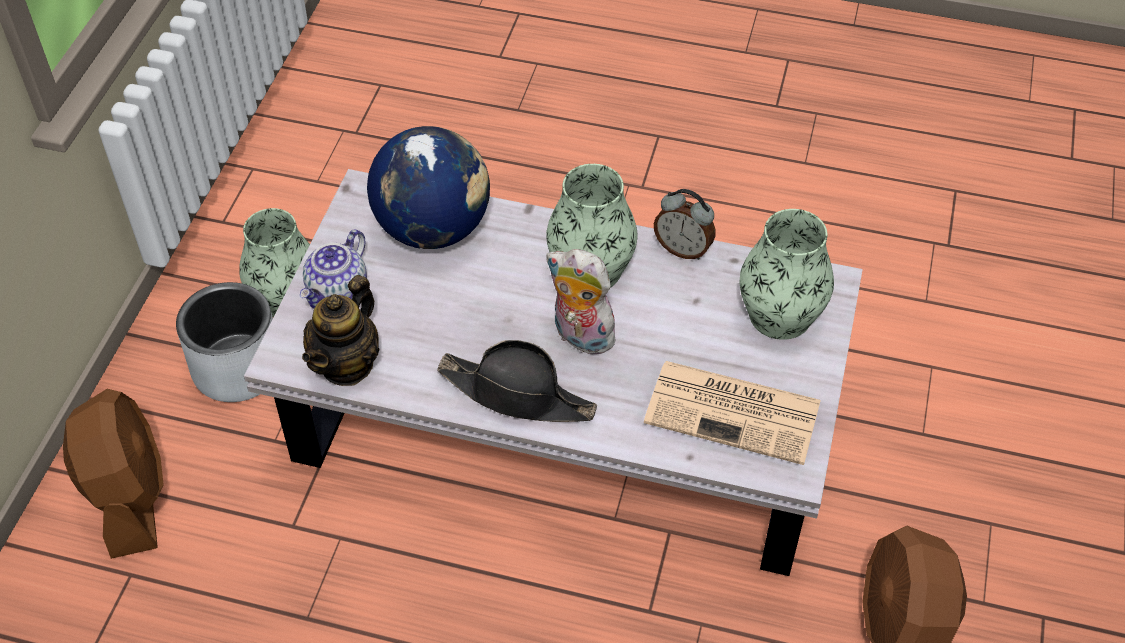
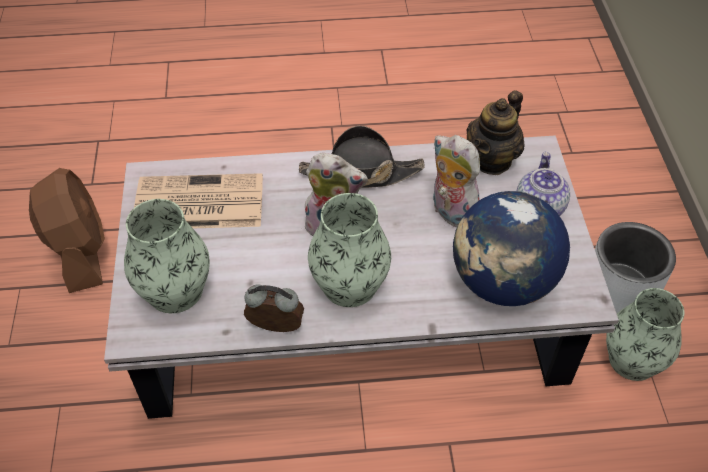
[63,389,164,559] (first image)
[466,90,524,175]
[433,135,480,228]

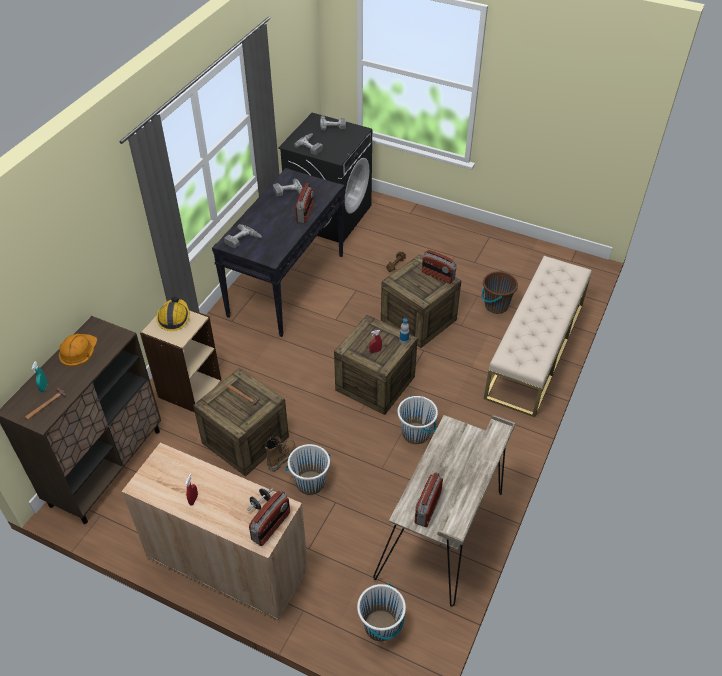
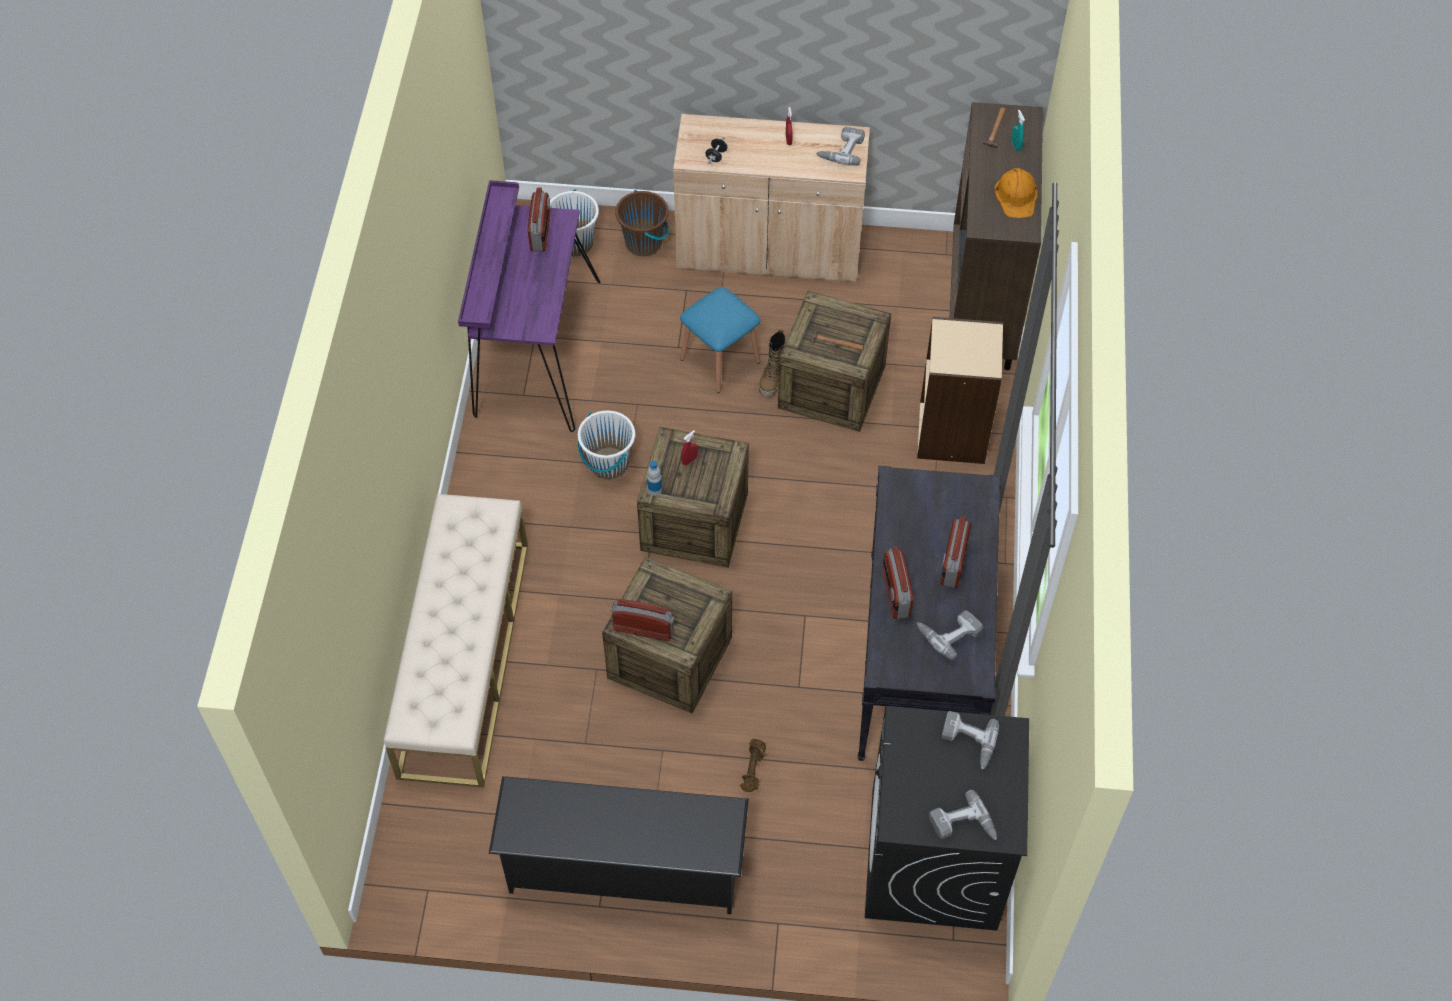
[156,297,190,331] (first image)
[816,127,865,166]
[940,516,971,588]
[680,287,760,393]
[458,180,600,432]
[615,190,669,256]
[489,776,749,914]

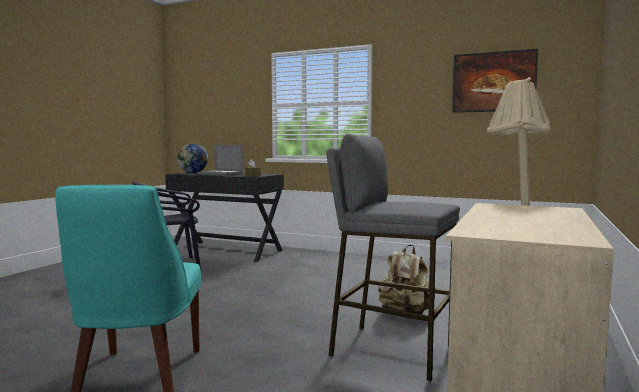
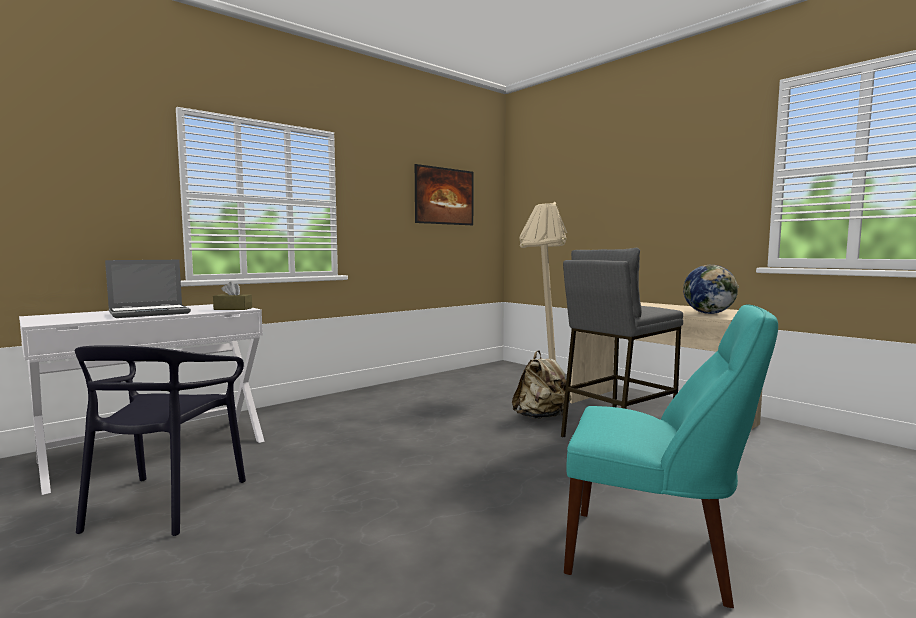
[19,304,265,495]
[683,265,739,314]

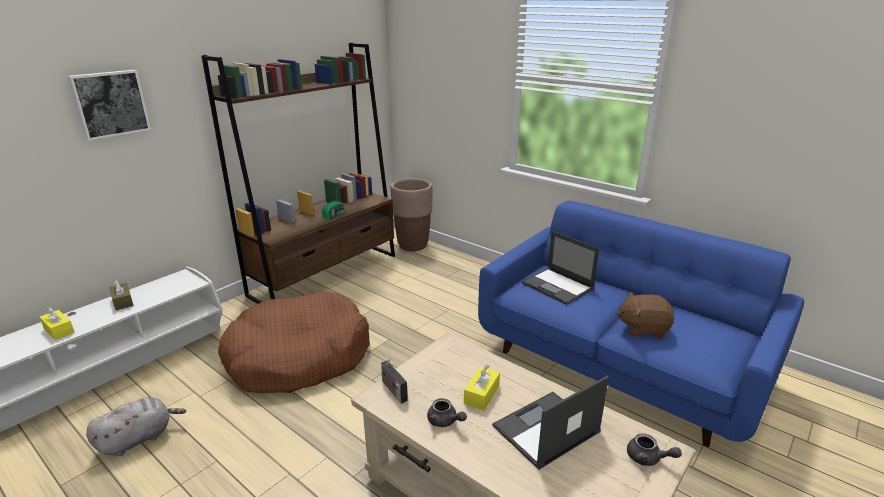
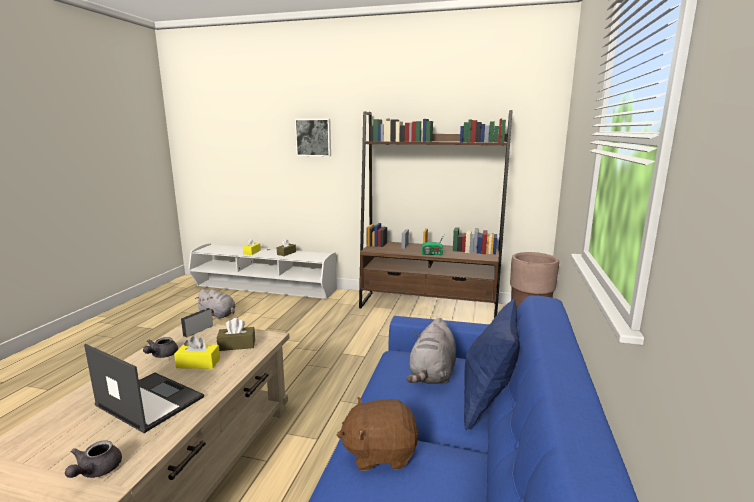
[218,291,370,393] (first image)
[406,318,456,384]
[337,397,419,471]
[217,318,255,351]
[464,298,520,430]

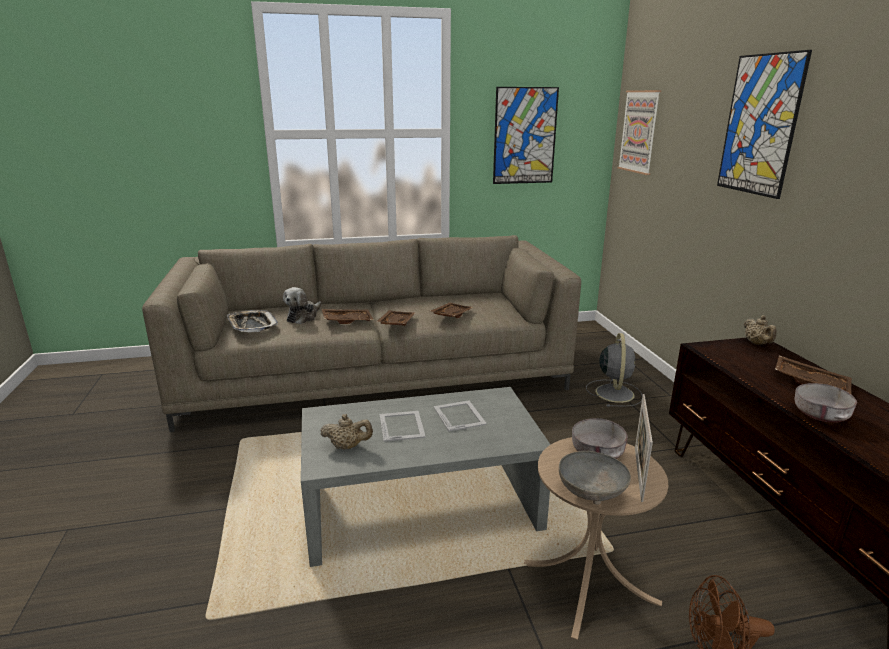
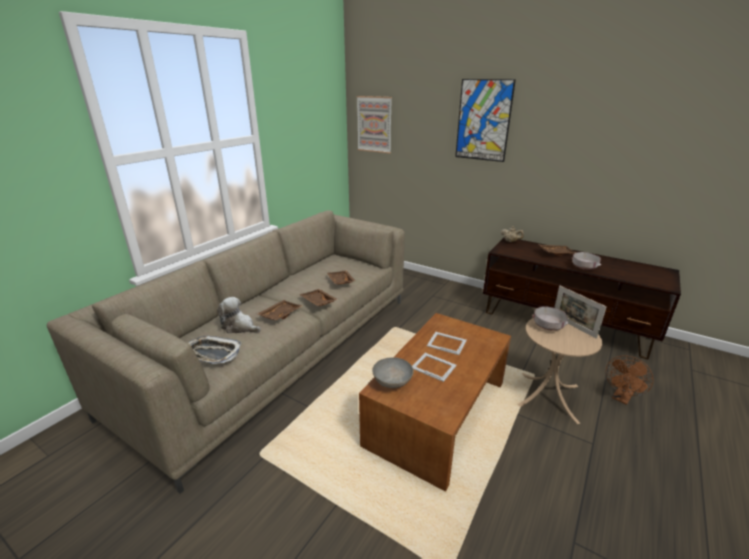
[217,297,261,334]
[359,313,511,492]
[320,414,373,449] (first image)
[493,87,559,184] (first image)
[372,357,414,388]
[586,333,642,407] (first image)

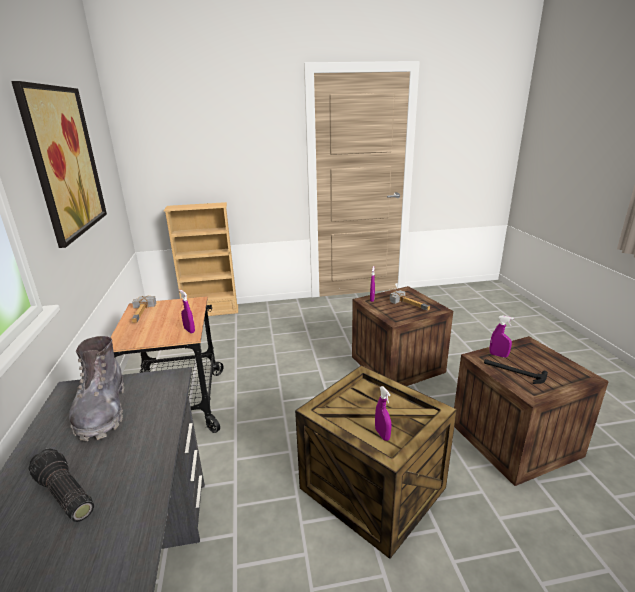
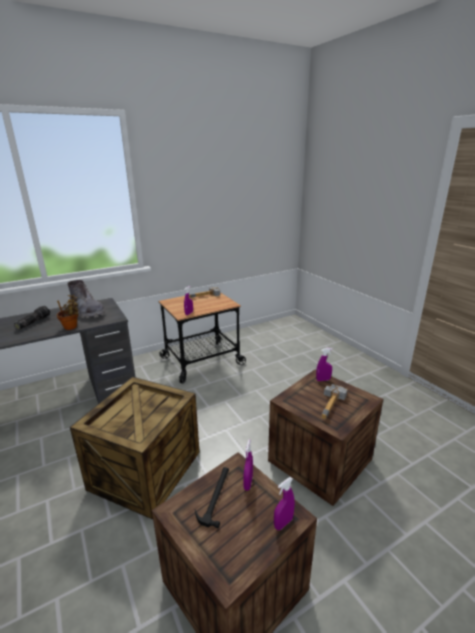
[11,81,107,248] (first image)
[67,280,105,318]
[164,202,238,316] (first image)
[274,477,295,530]
[57,294,79,330]

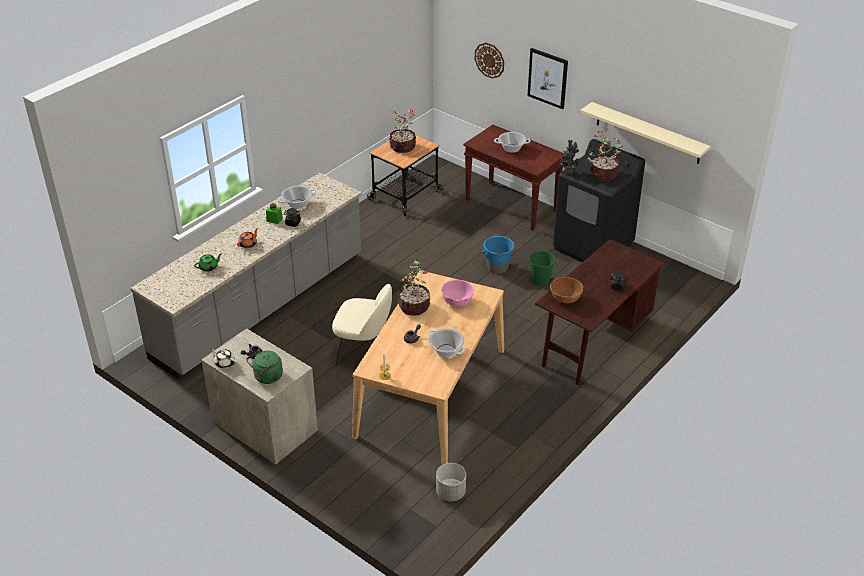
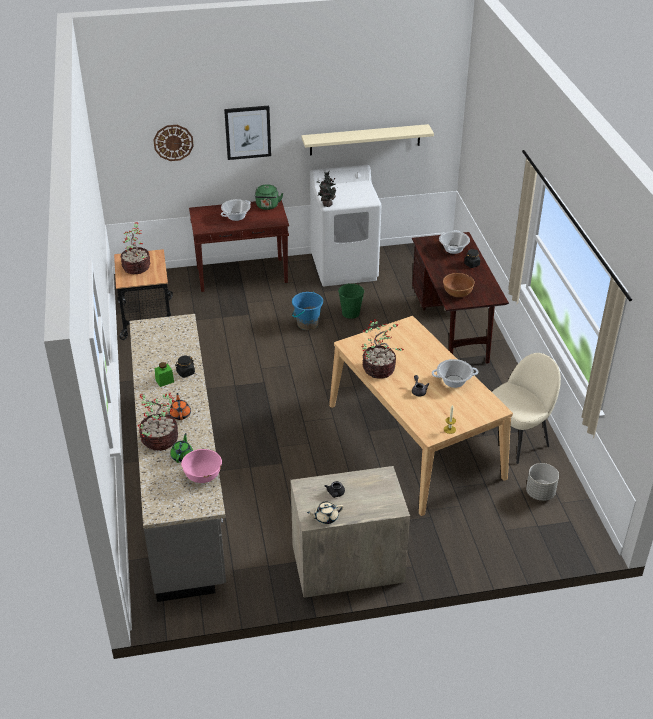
[255,184,283,210]
[439,230,470,254]
[482,353,561,464]
[181,449,222,483]
[310,165,381,286]
[138,392,178,451]

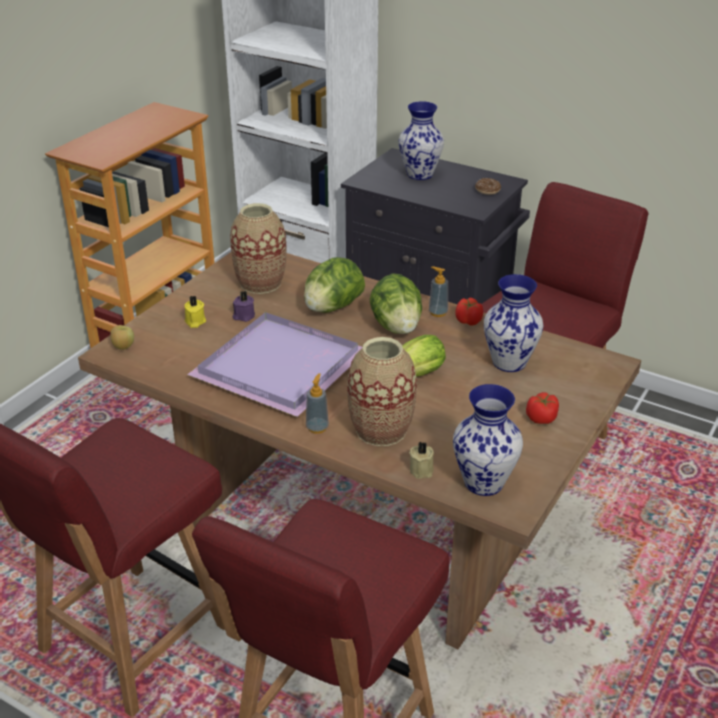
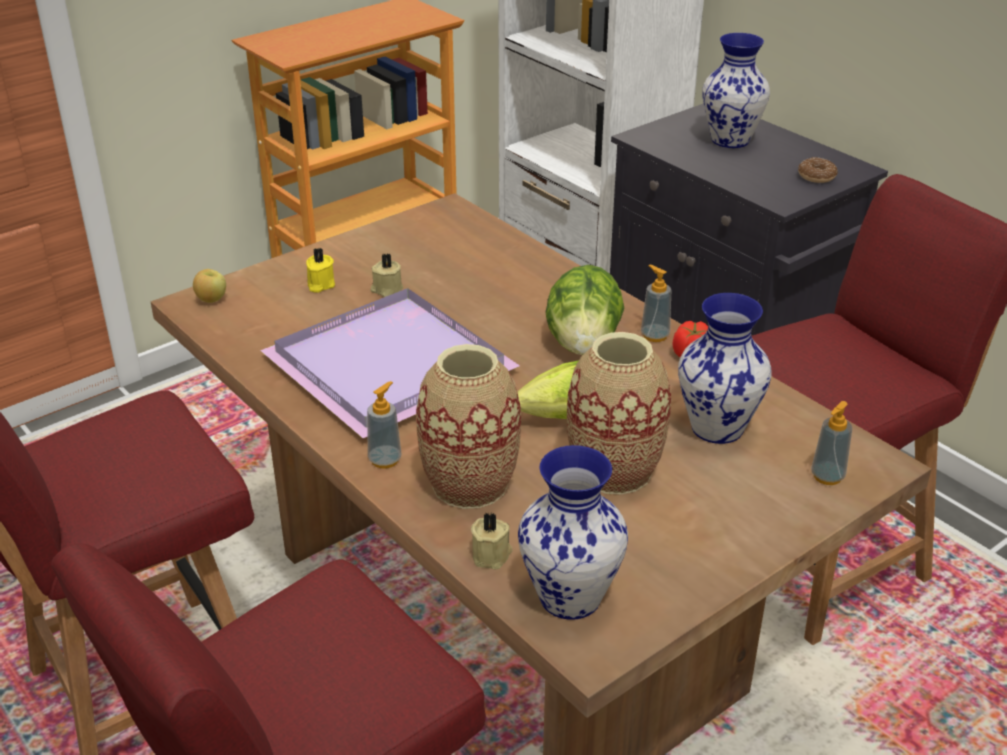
[567,332,671,495]
[370,253,403,297]
[304,257,365,313] (first image)
[526,392,559,424] (first image)
[811,401,852,485]

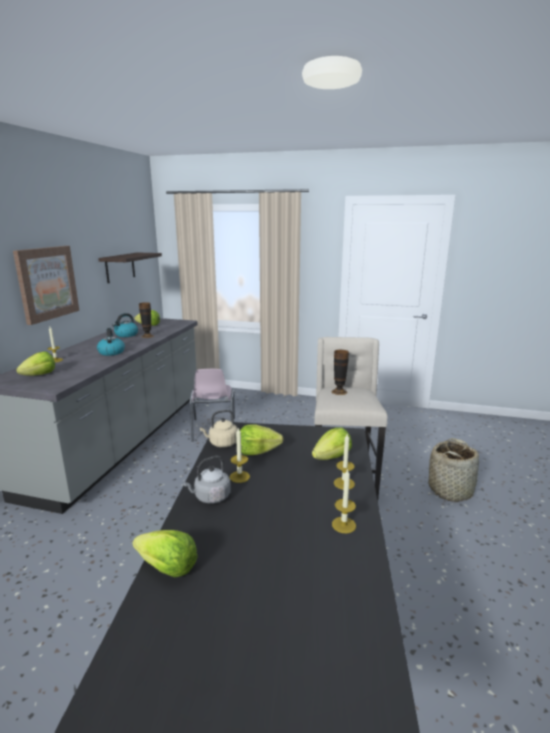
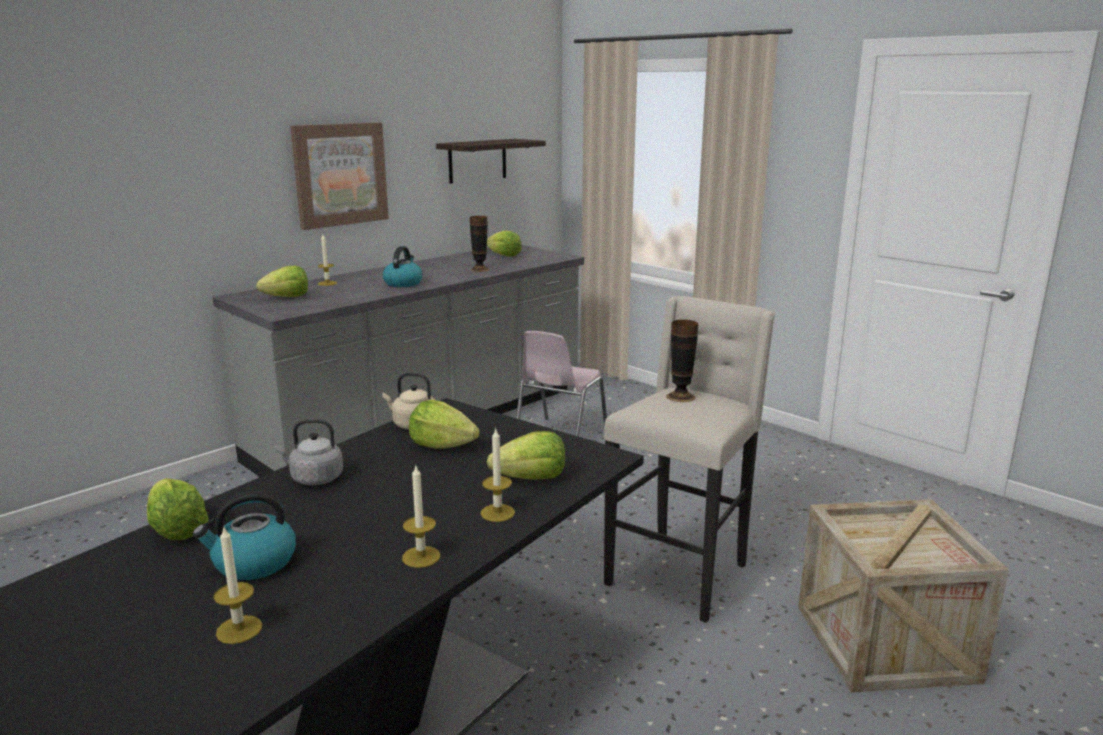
[193,491,296,580]
[213,525,262,644]
[798,499,1009,693]

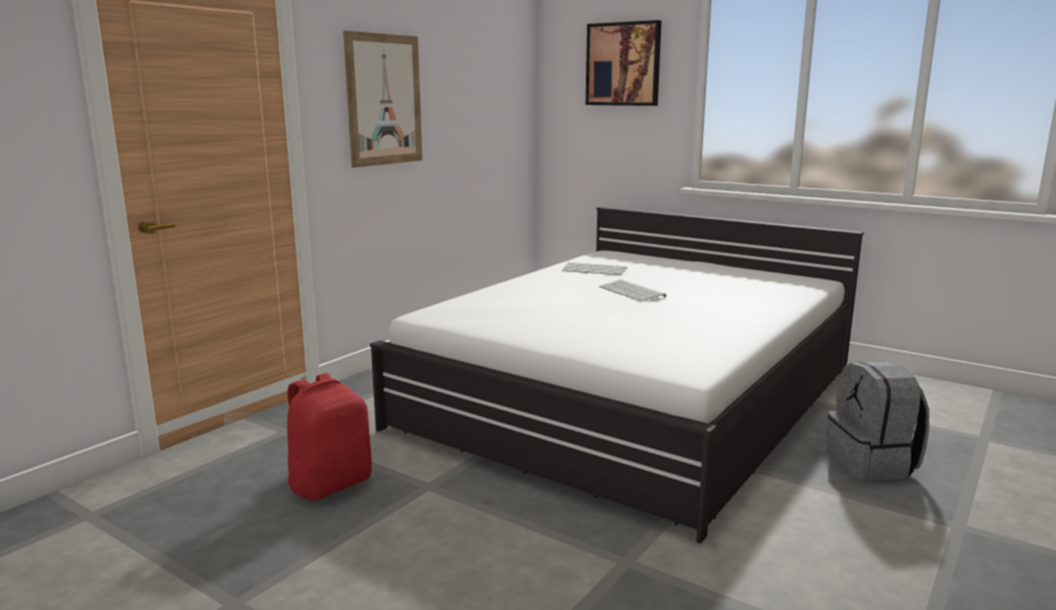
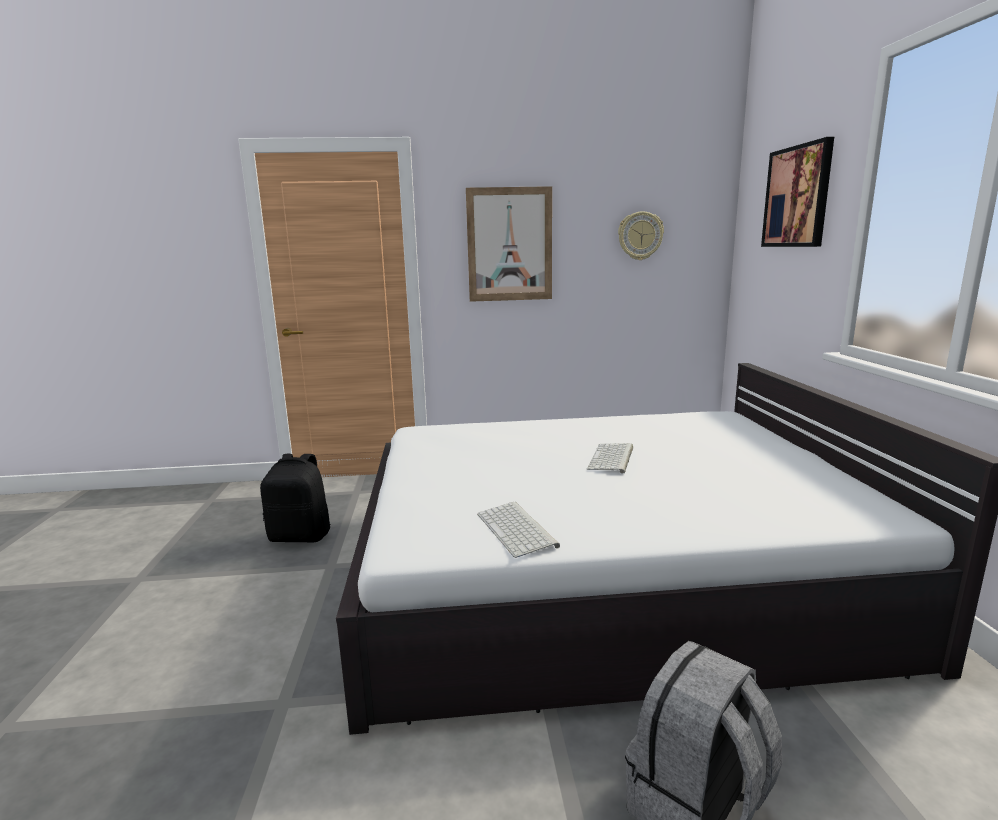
[260,454,330,542]
[477,502,560,558]
[618,211,664,260]

